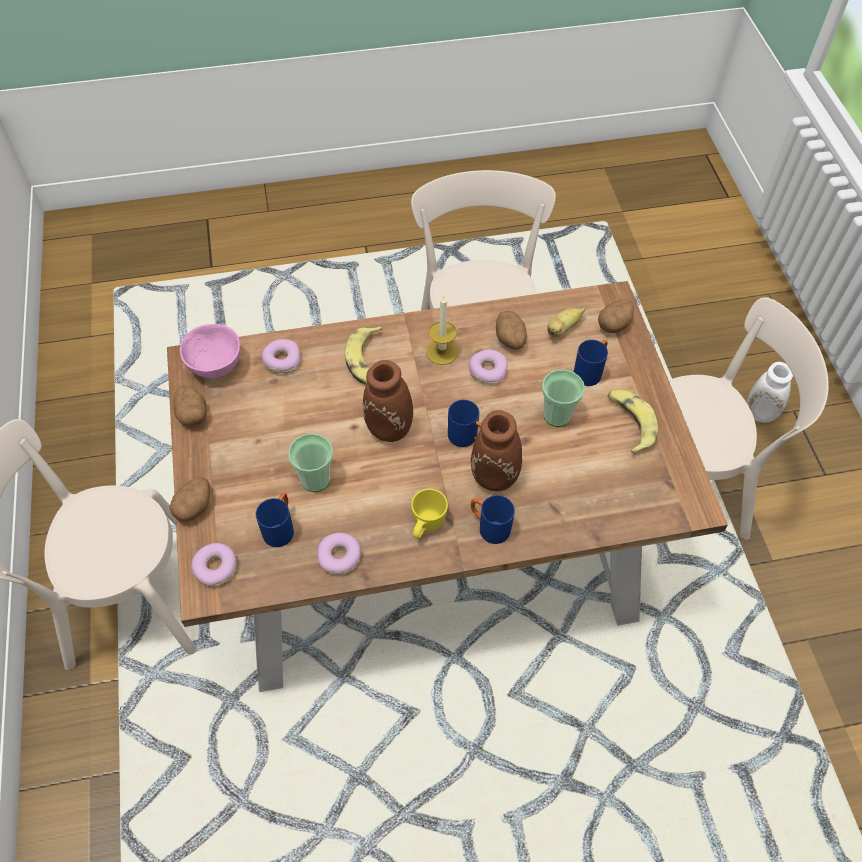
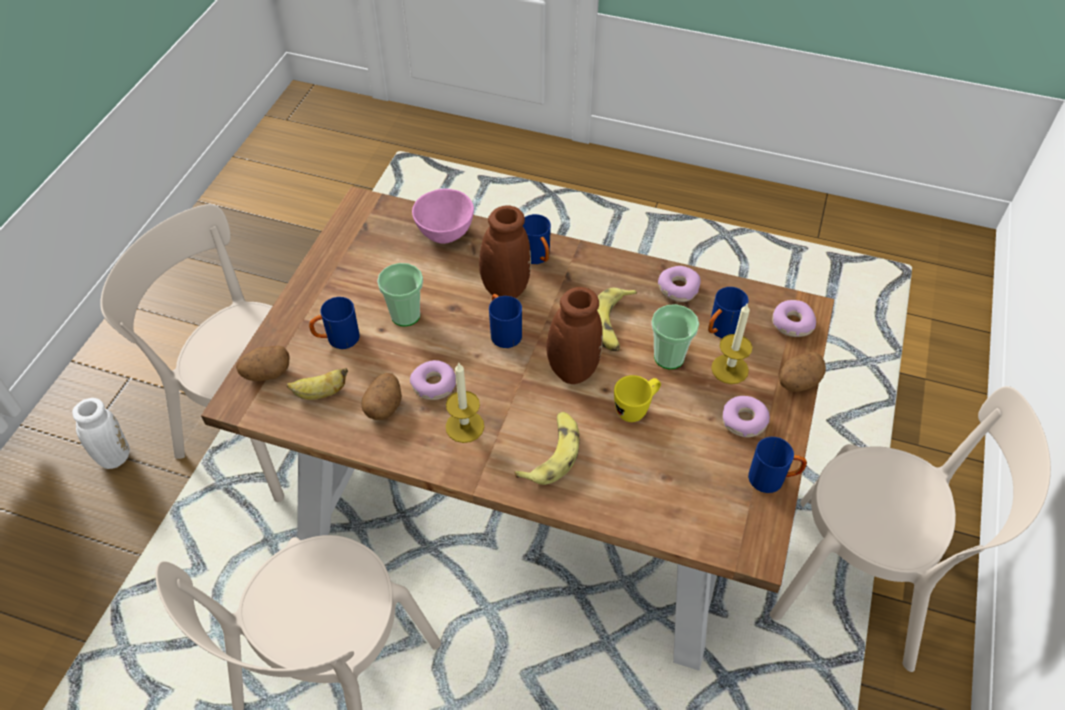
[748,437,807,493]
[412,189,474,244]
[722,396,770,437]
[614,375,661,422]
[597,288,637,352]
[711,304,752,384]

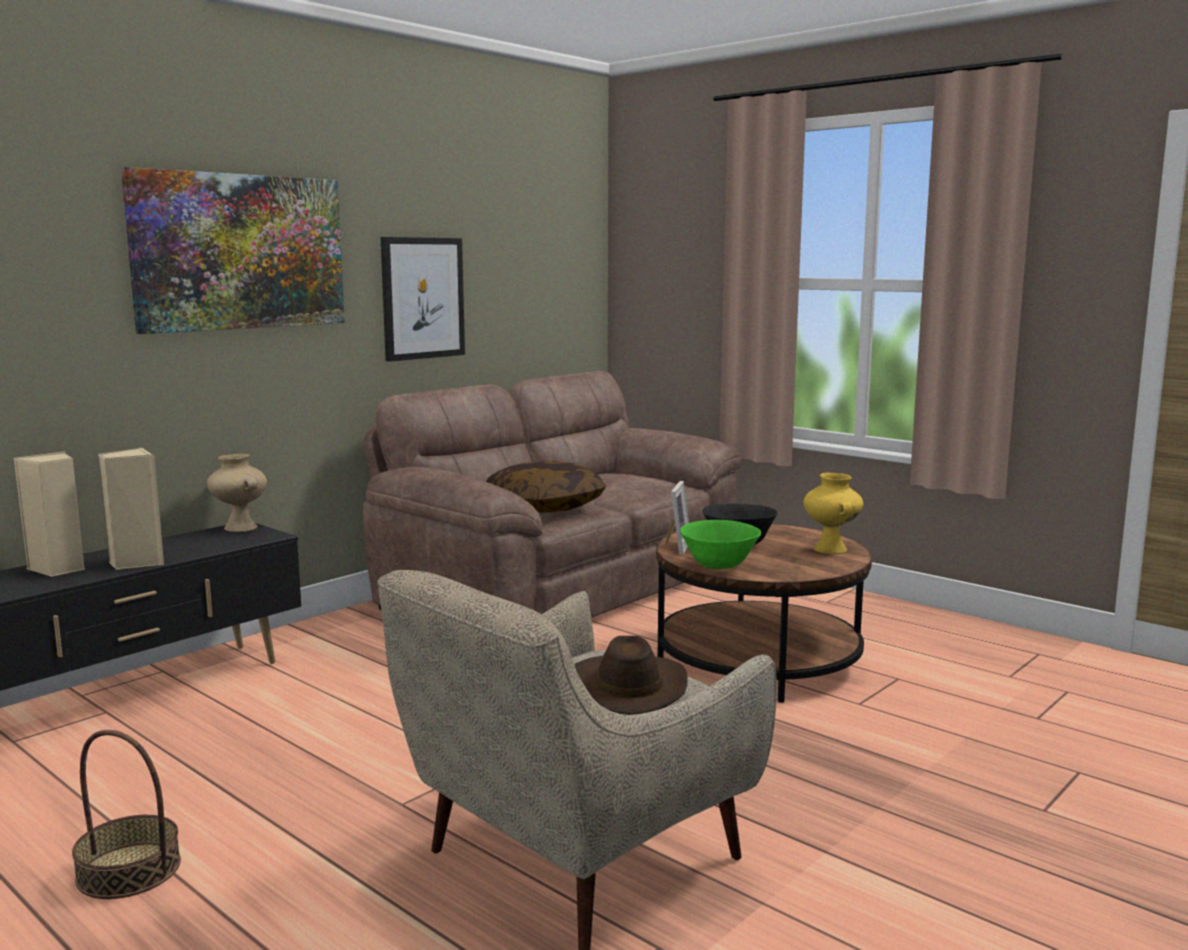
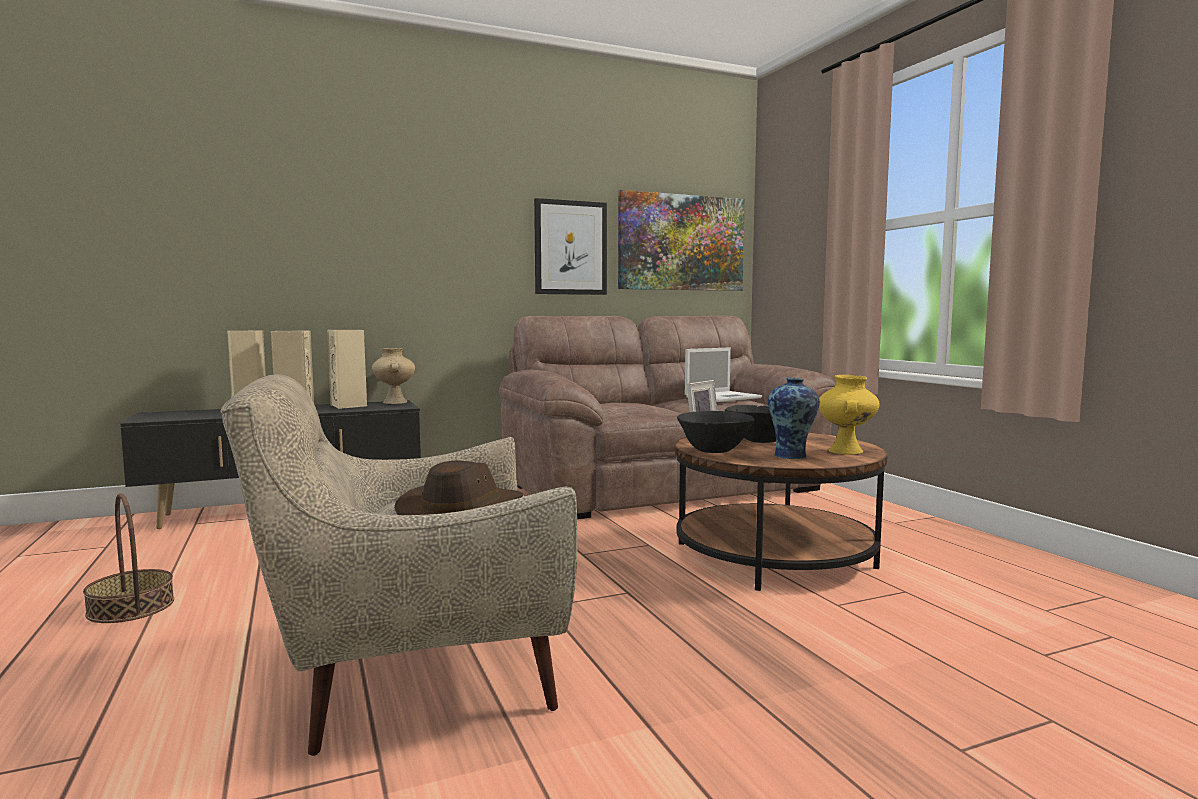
[618,190,745,291]
[486,460,606,512] (first image)
[677,411,755,453]
[327,330,367,409]
[685,347,762,402]
[768,378,820,459]

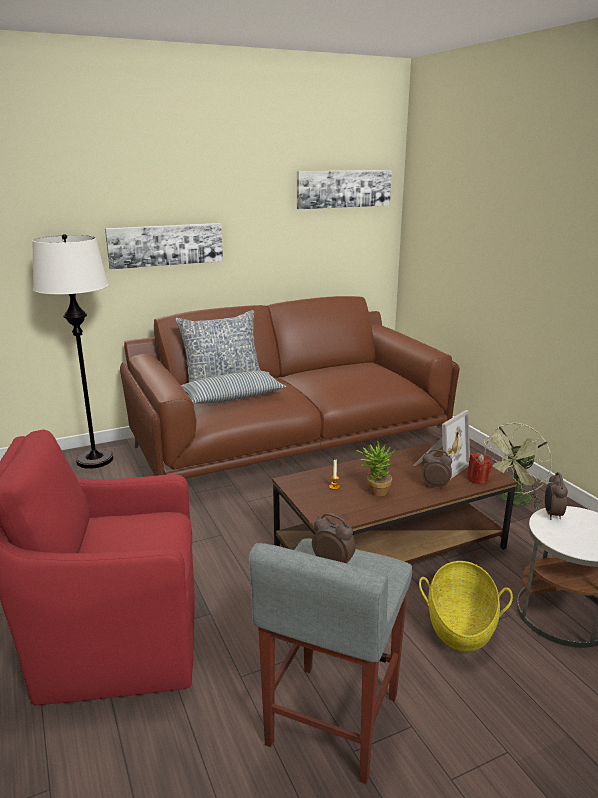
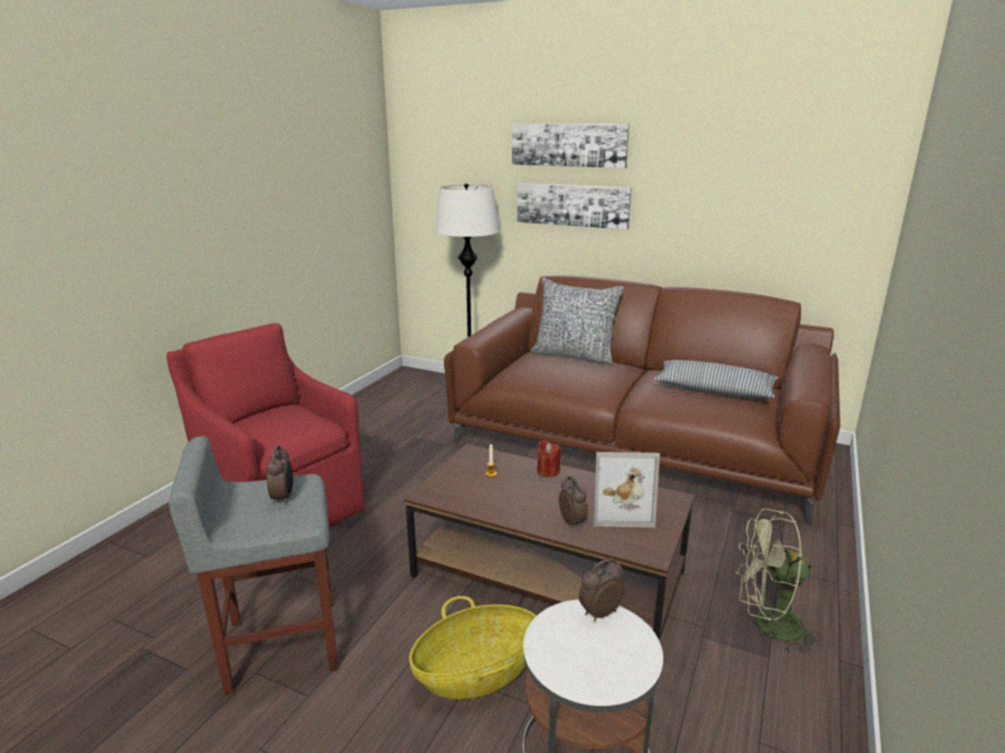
[654,360,778,398]
[512,123,630,168]
[356,438,396,496] (first image)
[537,440,561,477]

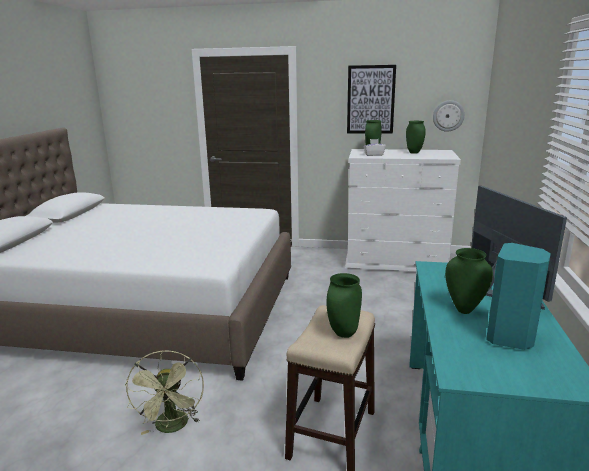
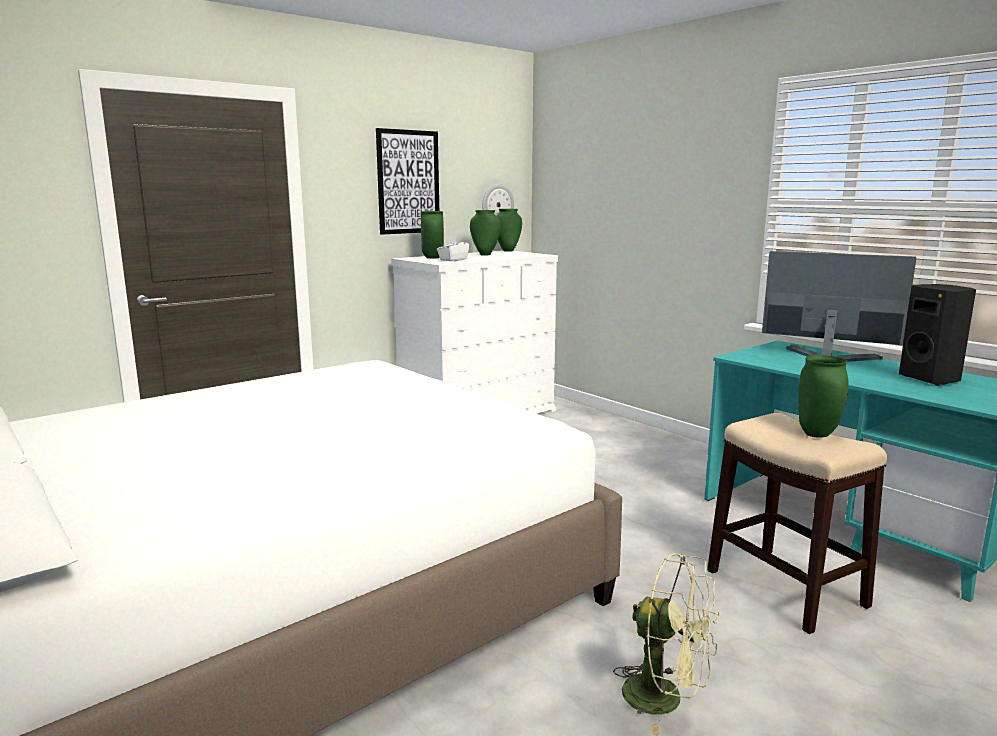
[497,209,522,252]
[899,284,976,386]

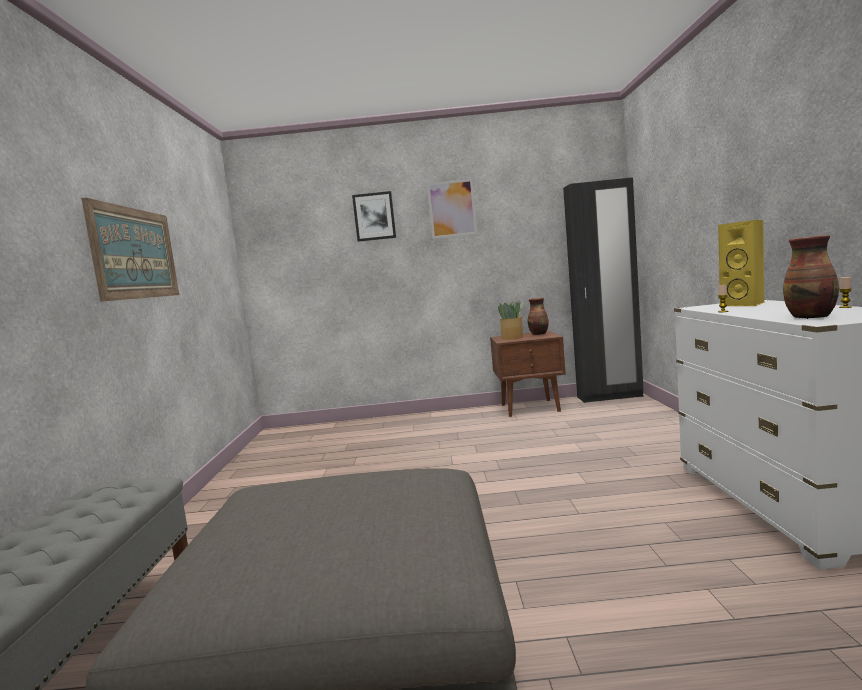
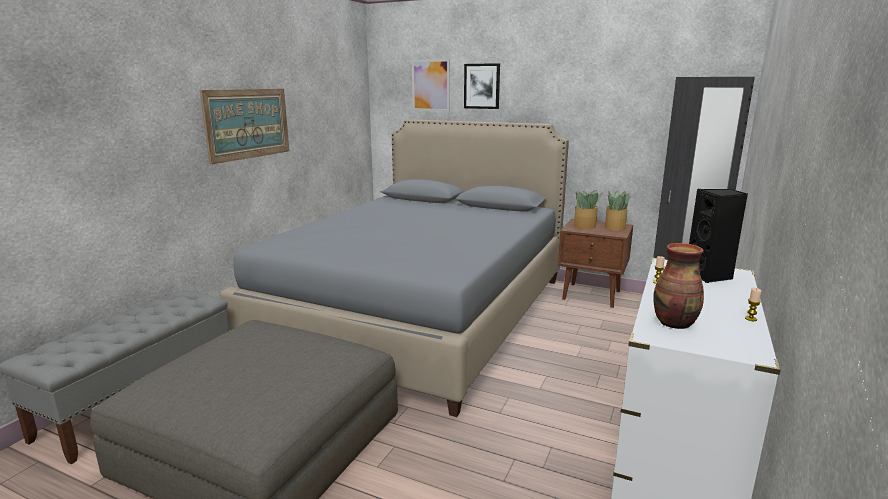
[412,59,450,111]
[605,190,631,231]
[689,189,748,283]
[220,119,569,417]

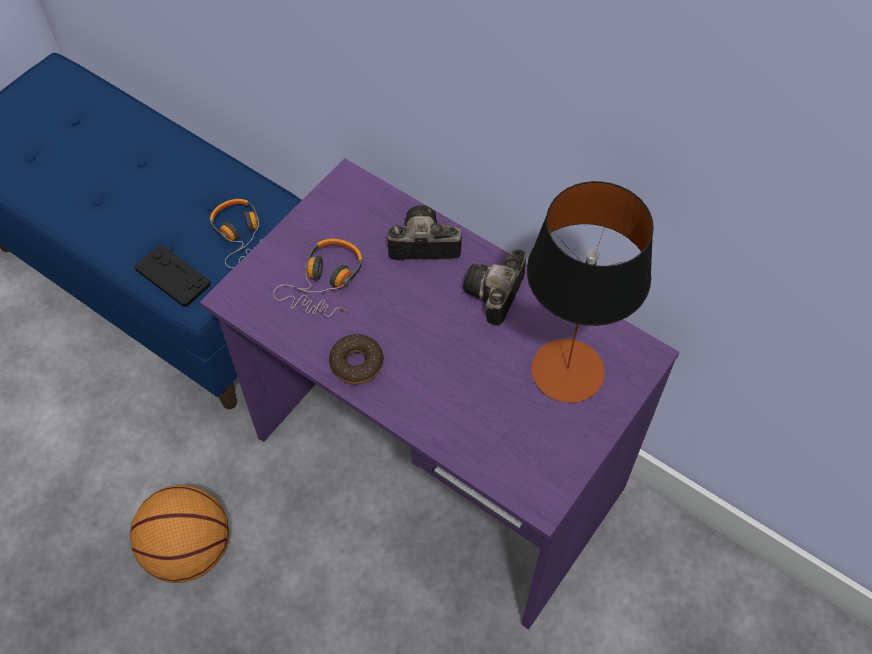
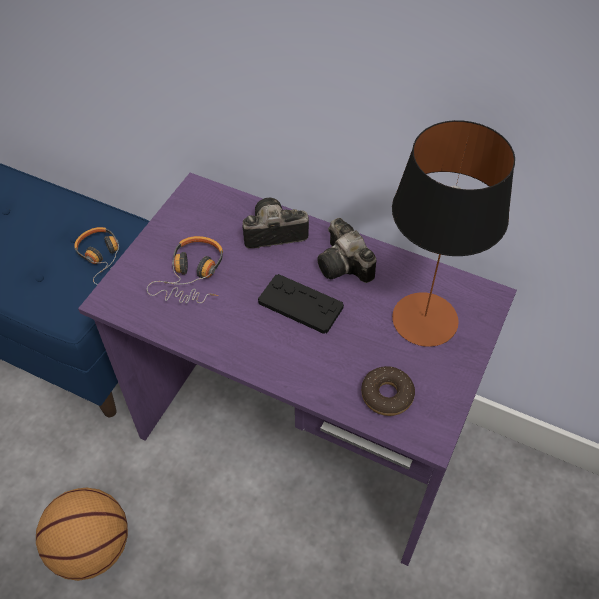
[258,274,344,334]
[361,366,415,416]
[317,218,376,283]

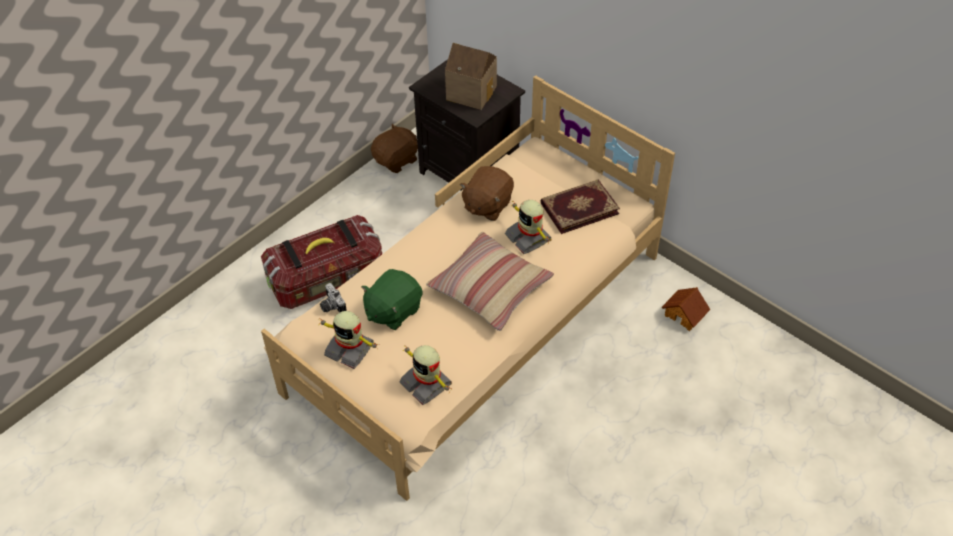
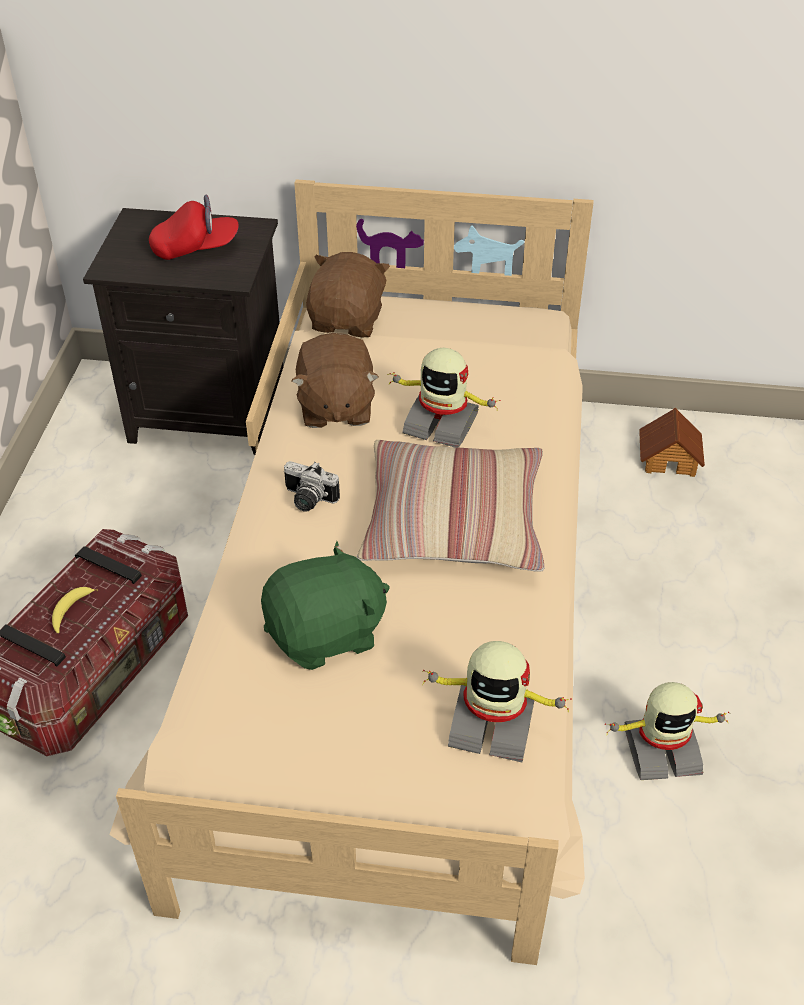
[284,461,340,512]
[605,682,729,780]
[261,541,390,670]
[306,252,390,337]
[149,195,239,260]
[540,180,620,234] (first image)

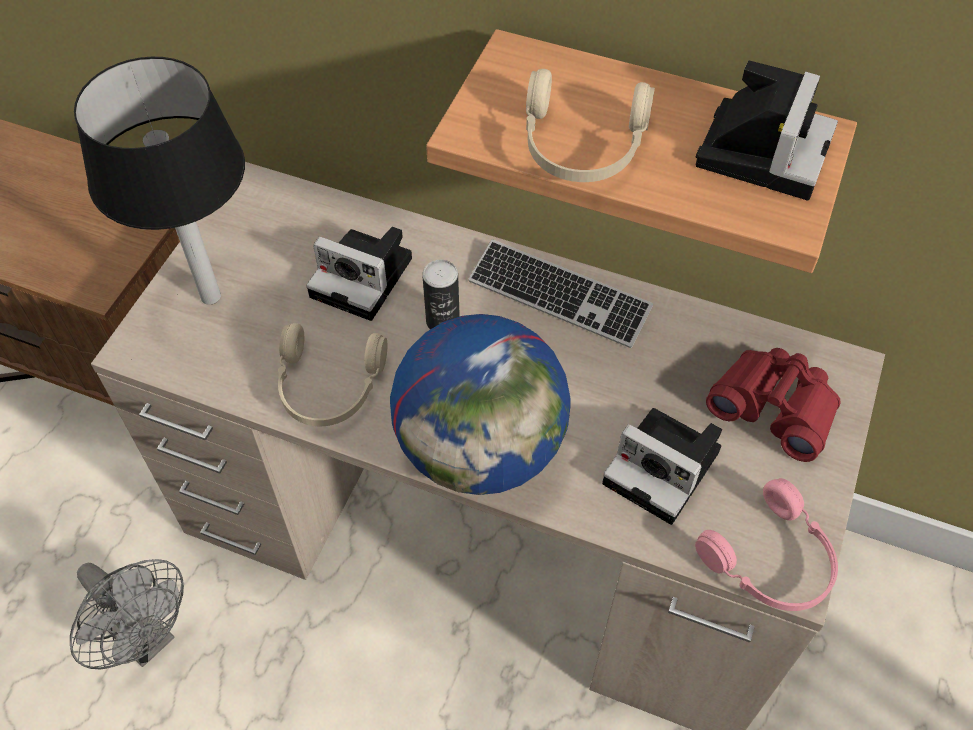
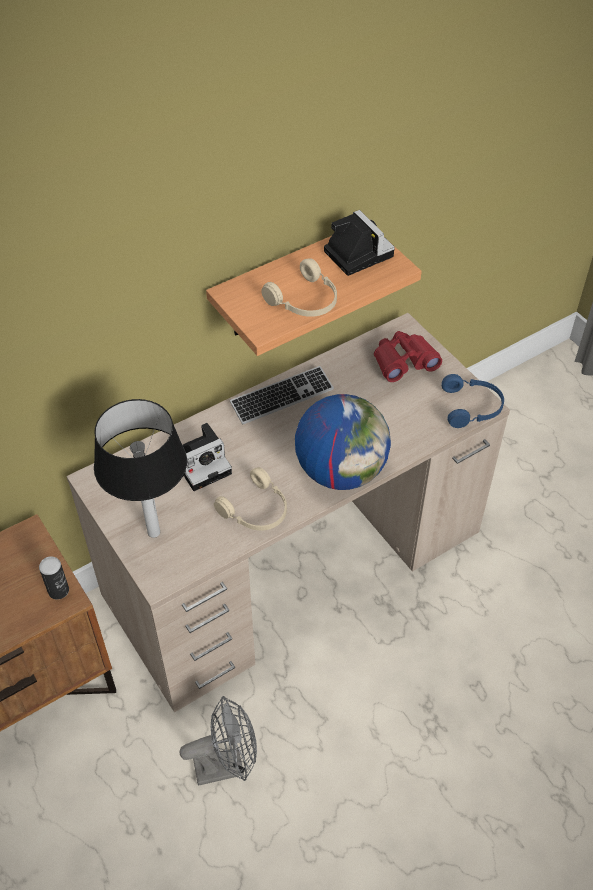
[39,556,69,599]
[602,408,722,525] (first image)
[441,374,504,428]

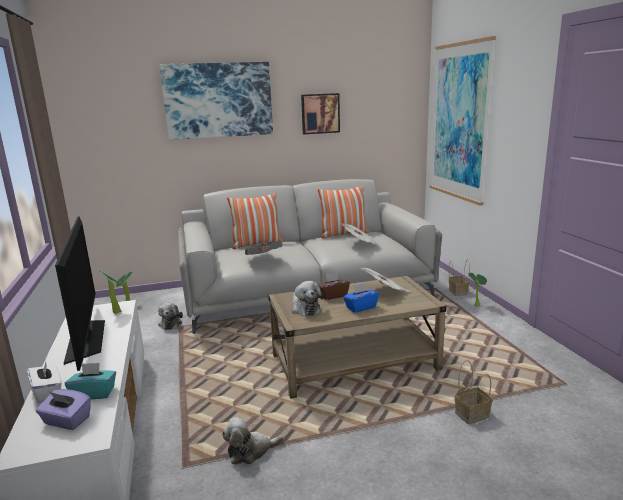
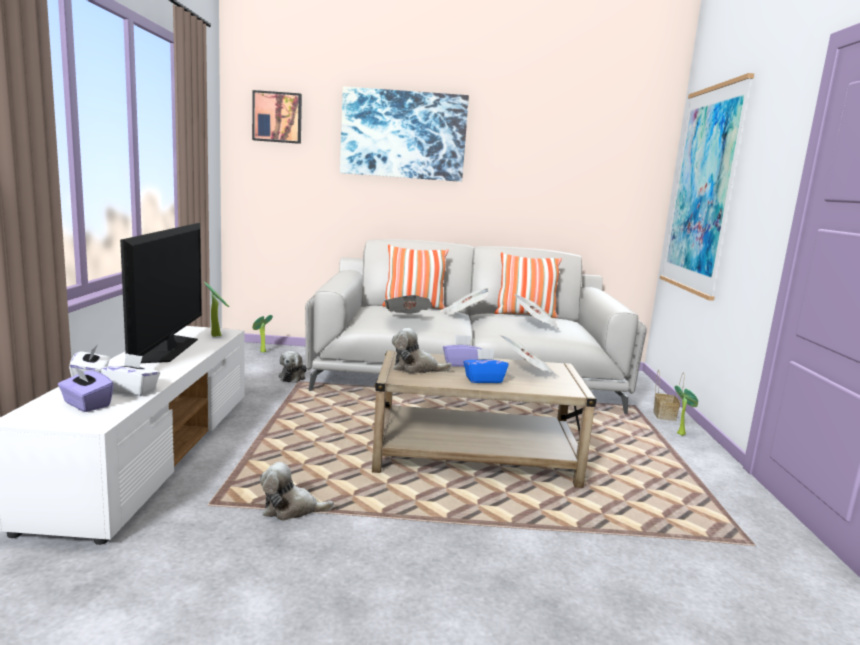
[101,353,160,396]
[392,328,452,373]
[252,90,302,144]
[443,335,482,367]
[455,360,492,424] (first image)
[440,288,491,315]

